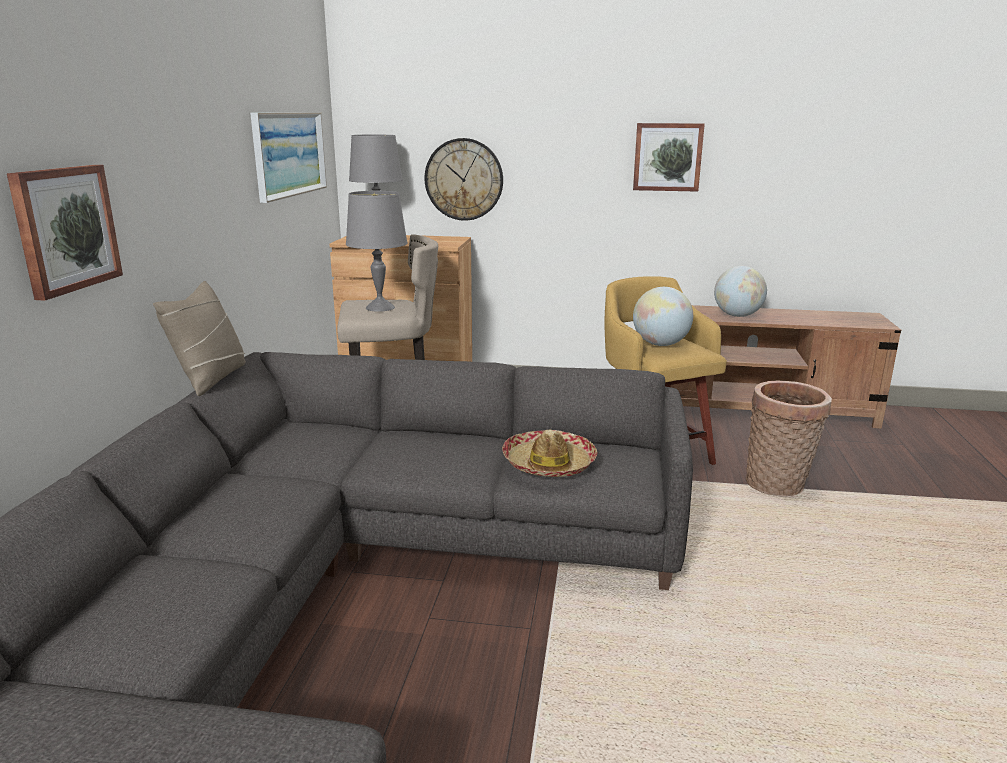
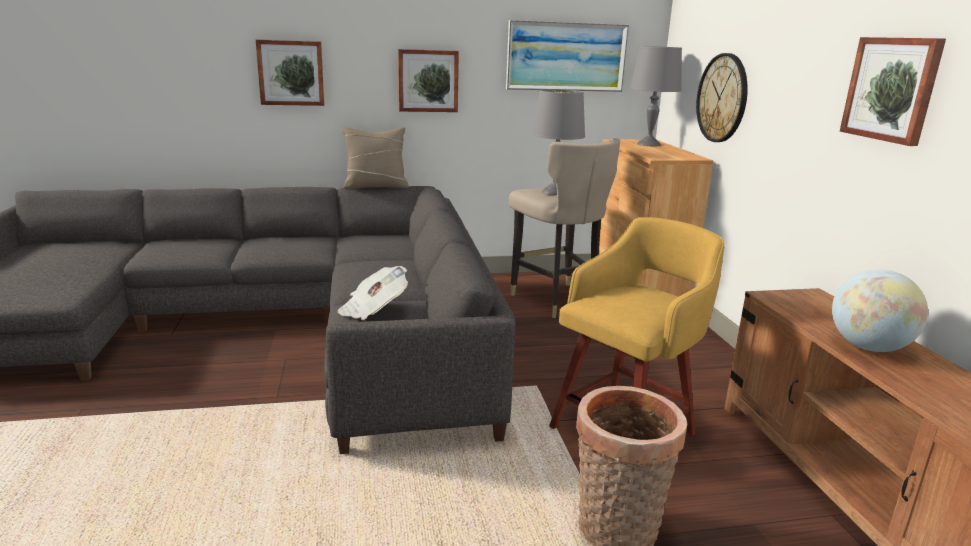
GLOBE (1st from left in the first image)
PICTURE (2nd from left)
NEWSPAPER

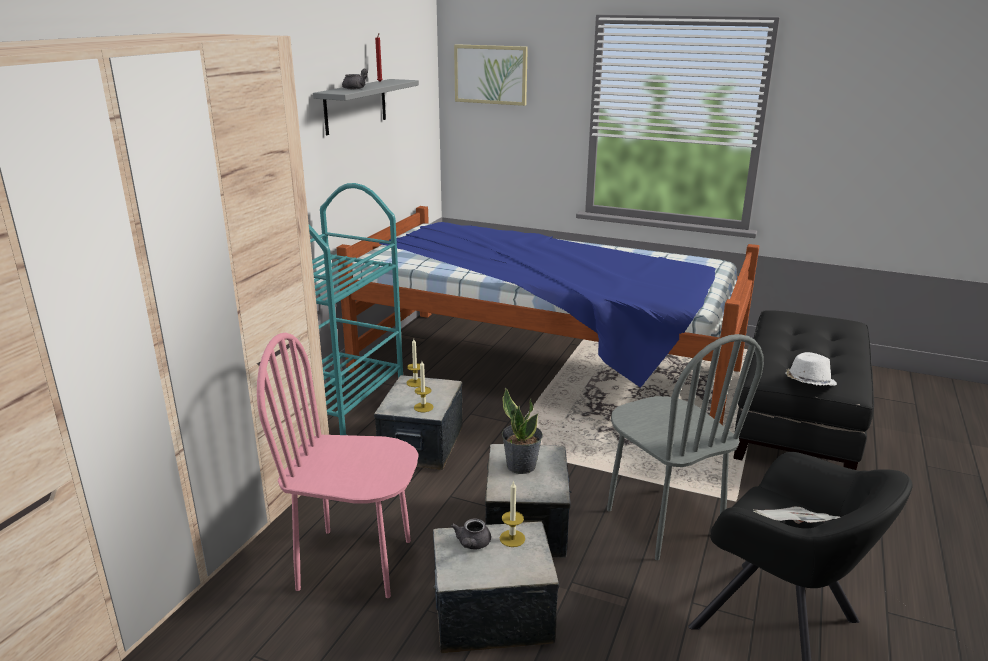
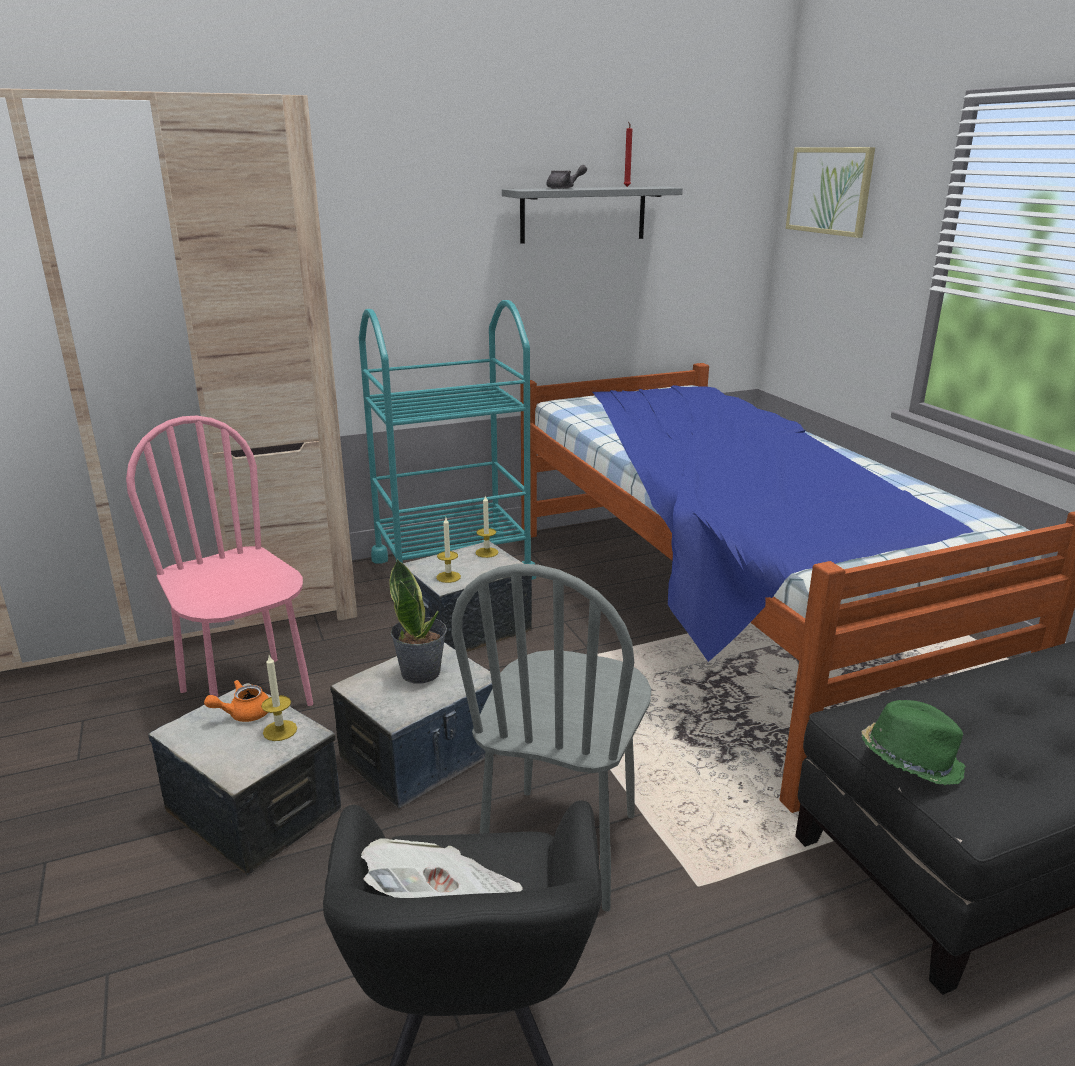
ORANGE TEAPOT
GREEN HAT

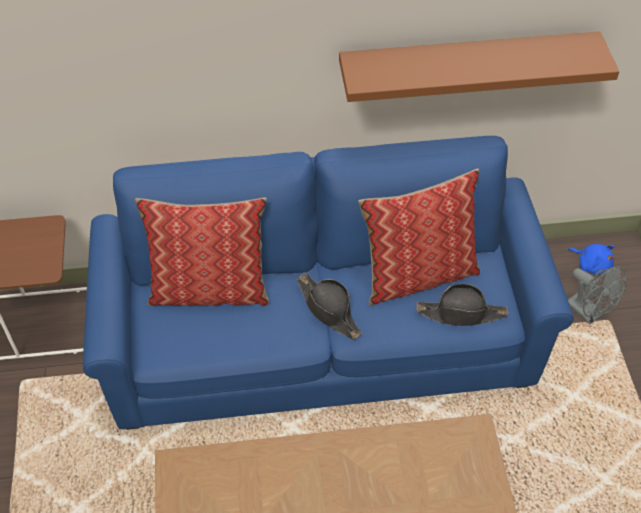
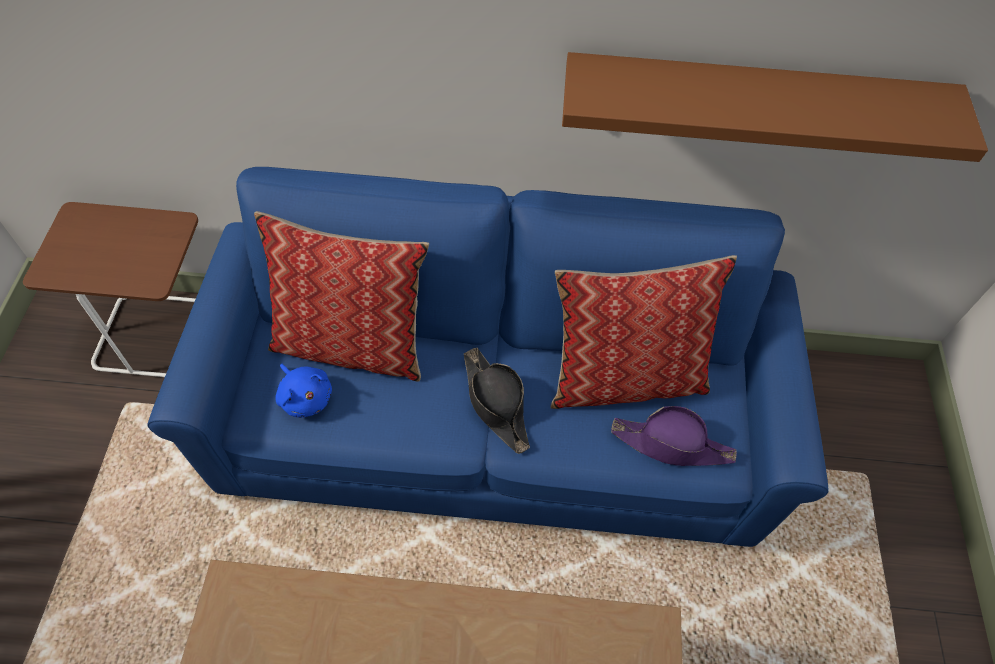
GREY FAN
BLUE PLUSH TOY
PURPLE HAT

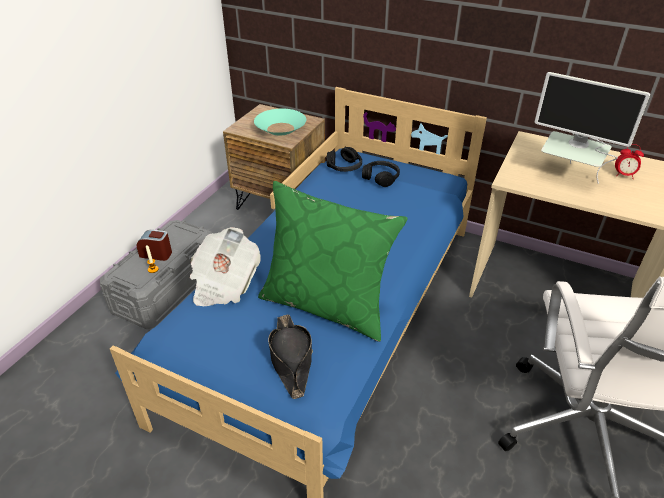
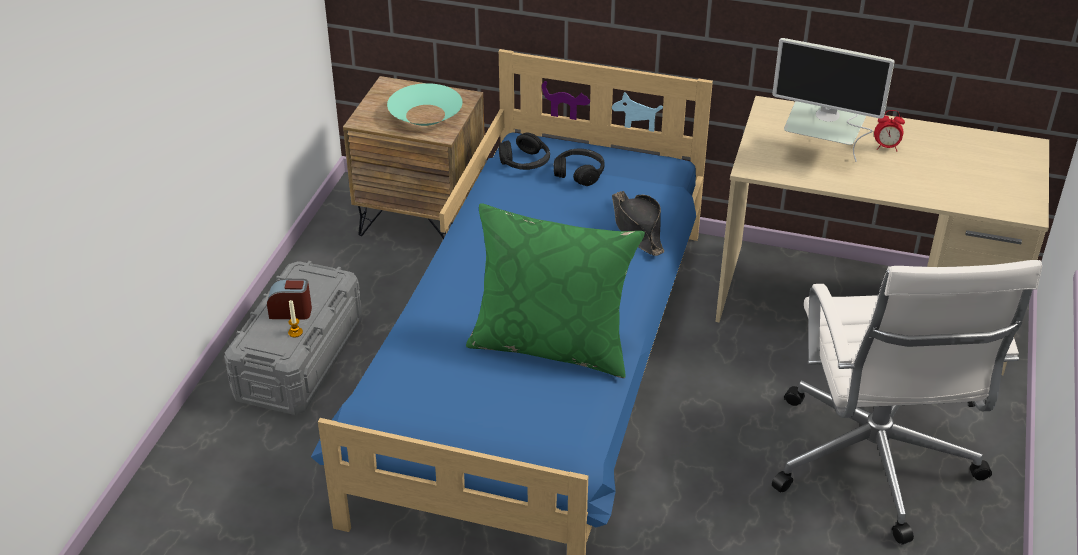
NEWSPAPER
BLACK HAT

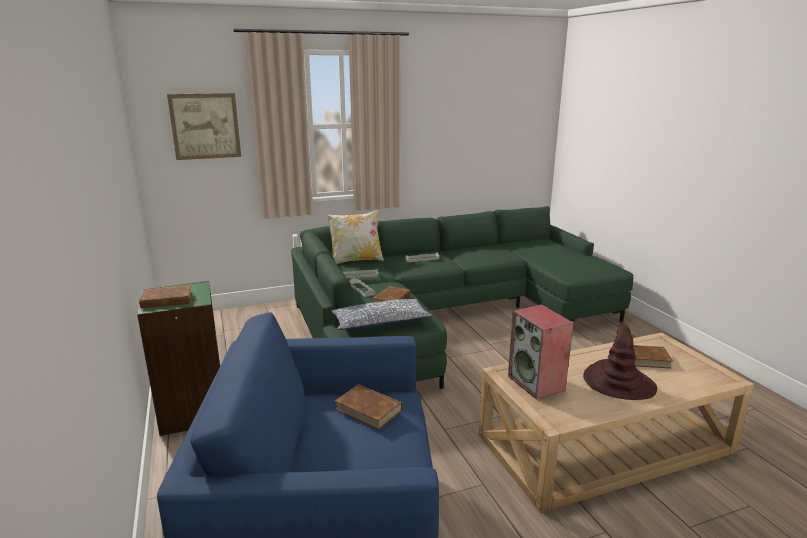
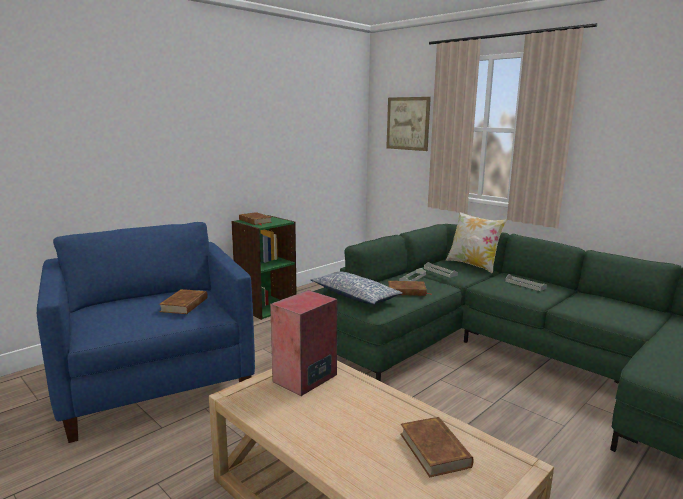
BROWN HAT

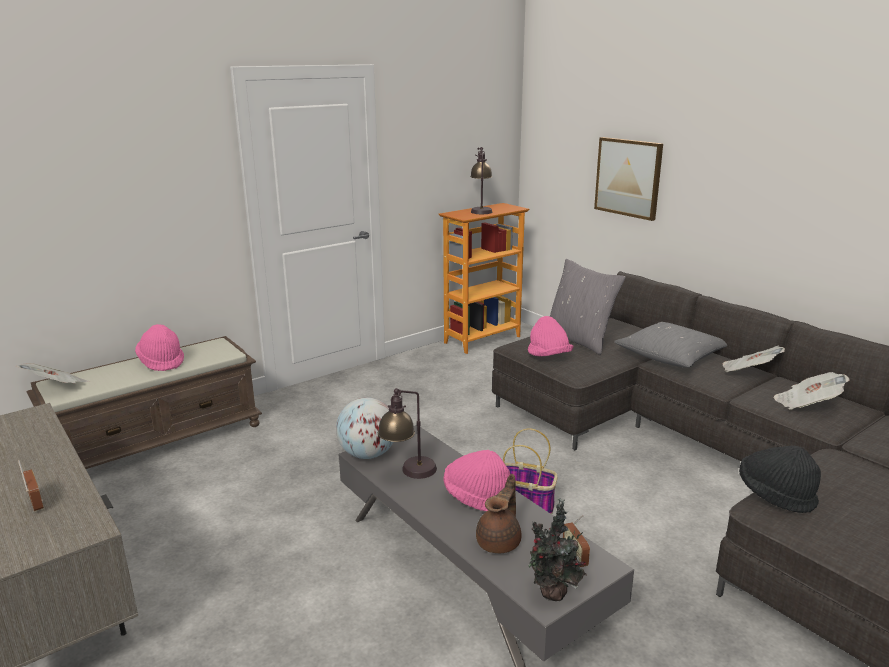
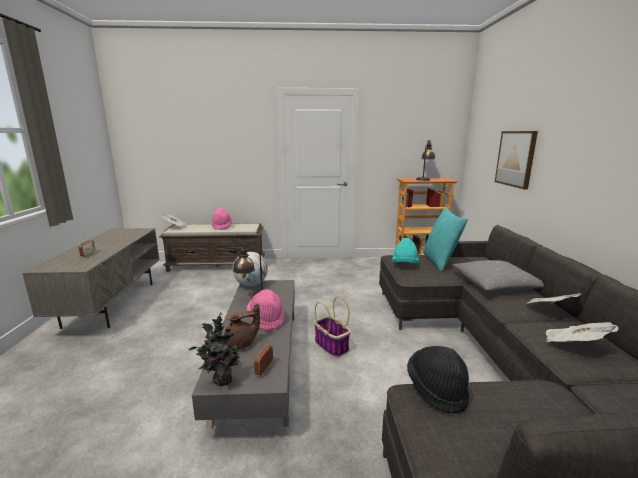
TURQUOISE HAT
TURQUOISE PILLOW

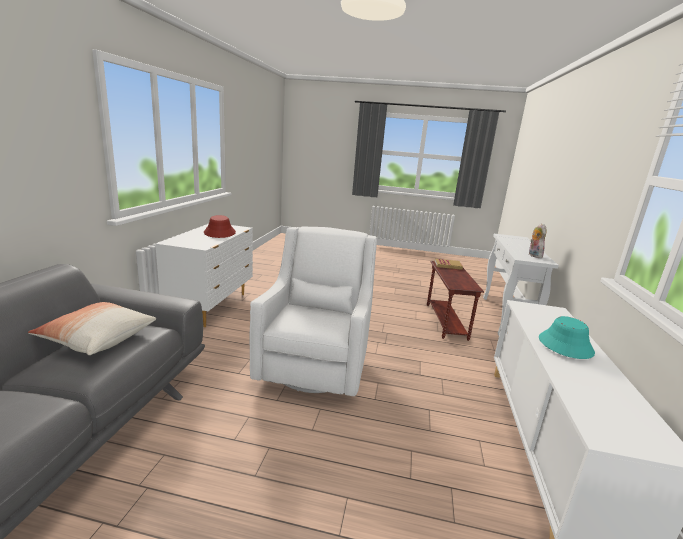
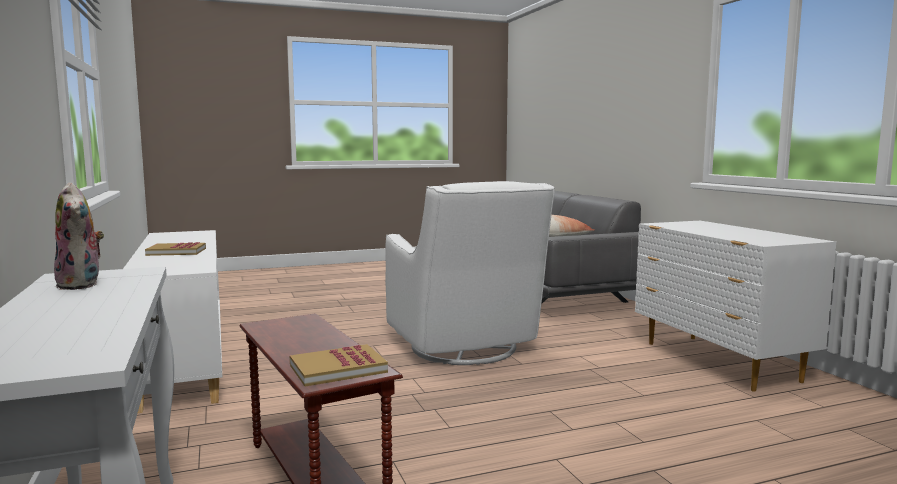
RED HAT
BOOK (1st from left)

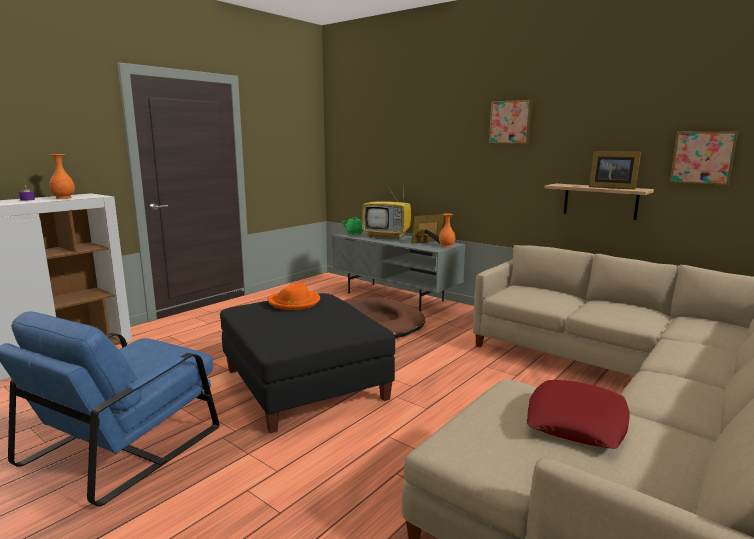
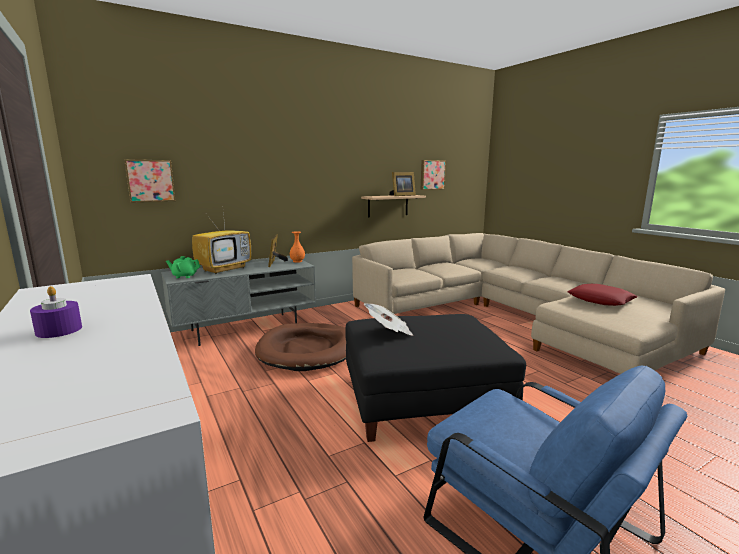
ORANGE VASE (1st from left in the first image)
PICTURE (1st from left)
NEWSPAPER

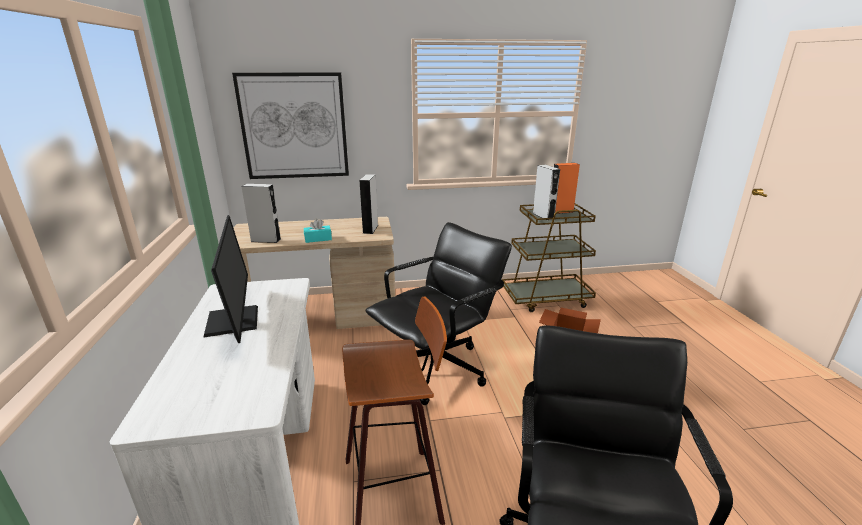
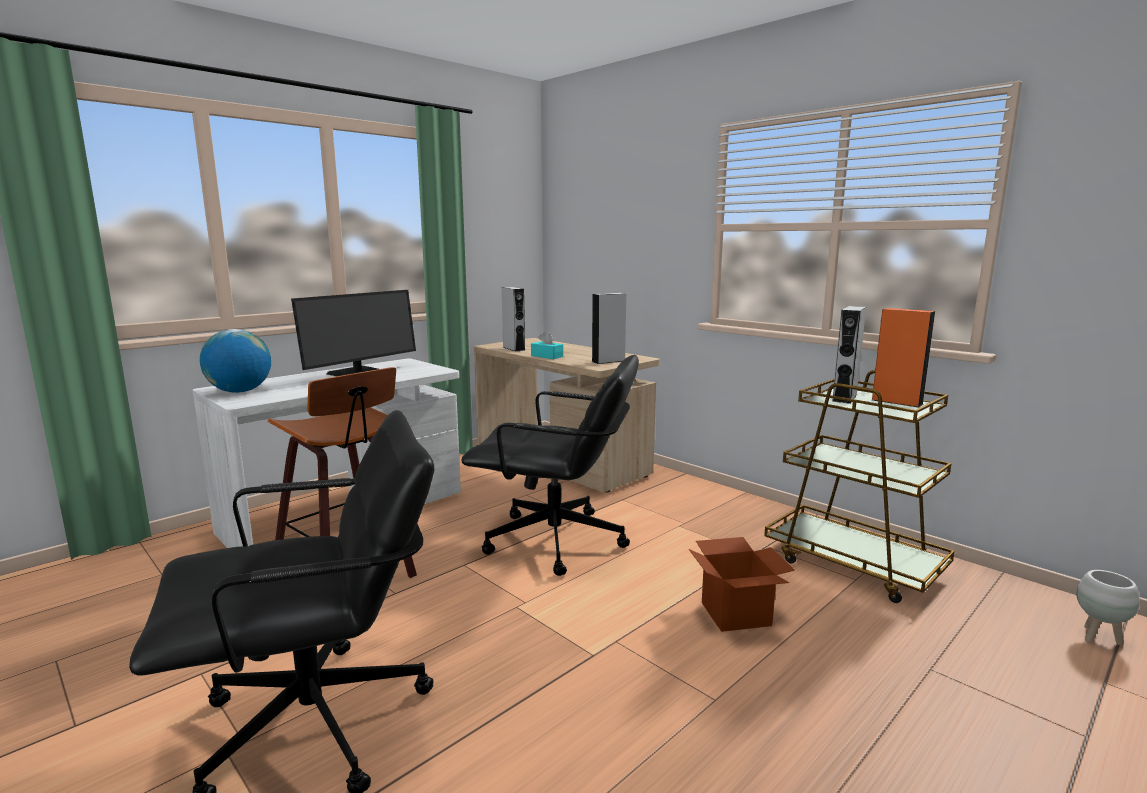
PICTURE
GLOBE
WHITE PLANTER

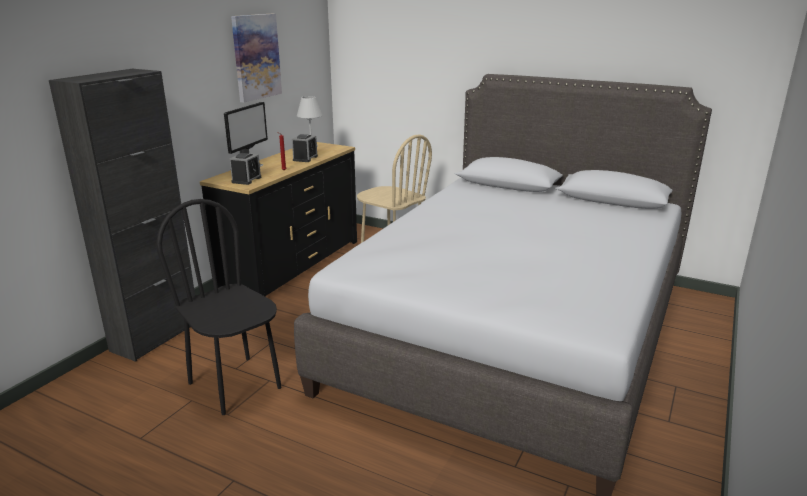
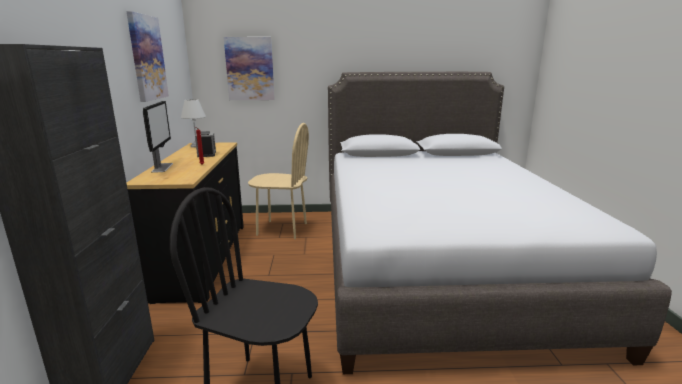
ALARM CLOCK (1st from left in the first image)
PICTURE (2nd from left)

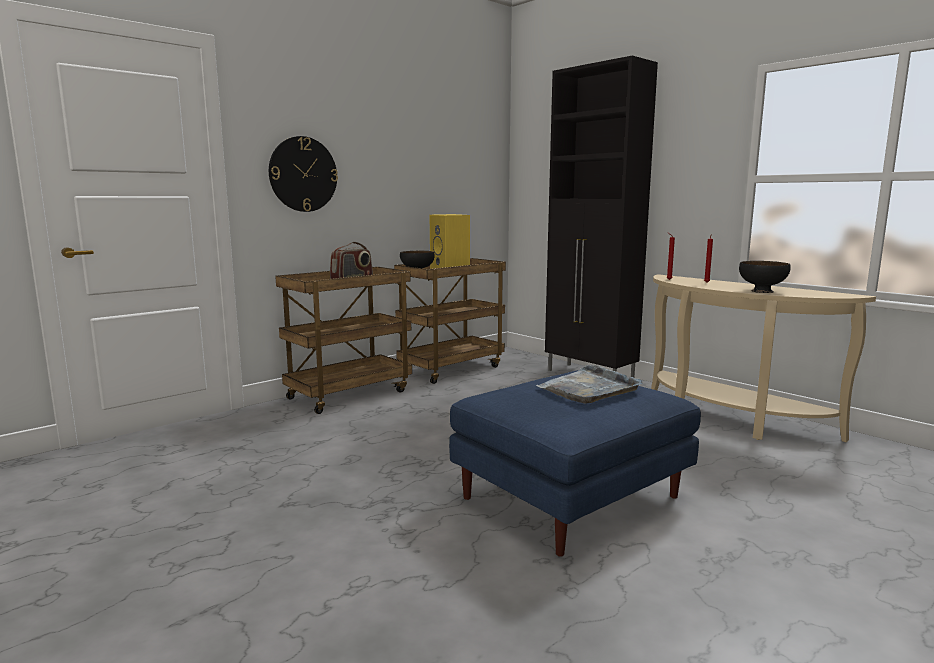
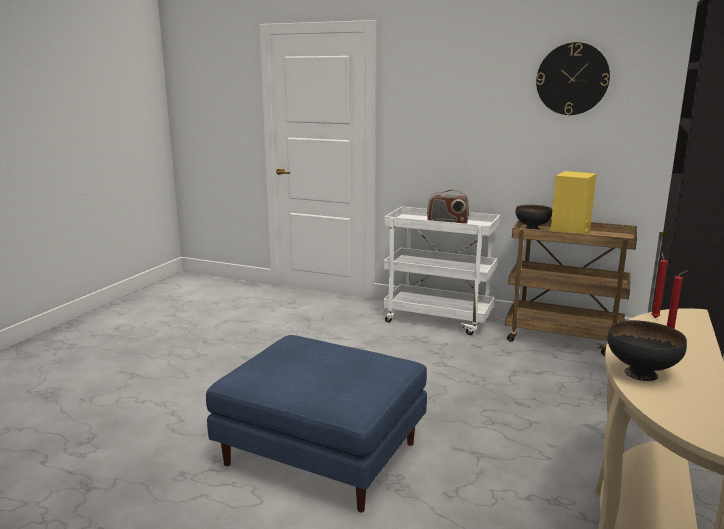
GREY TRAY
WALL CLOCK
WHITE CART

